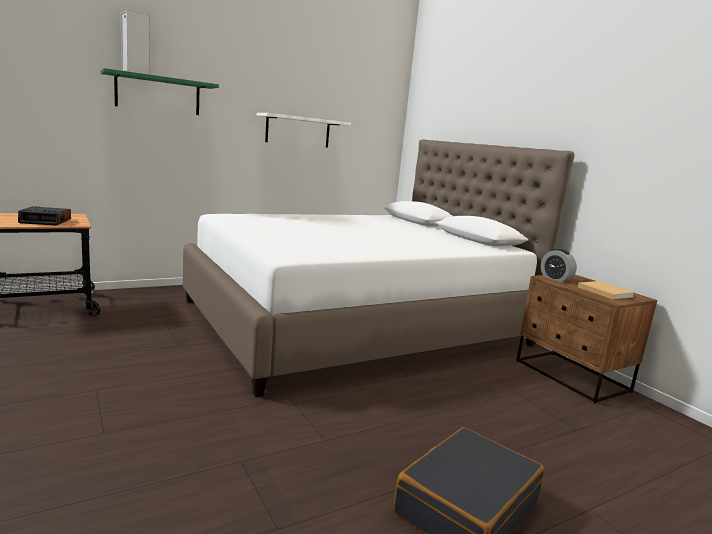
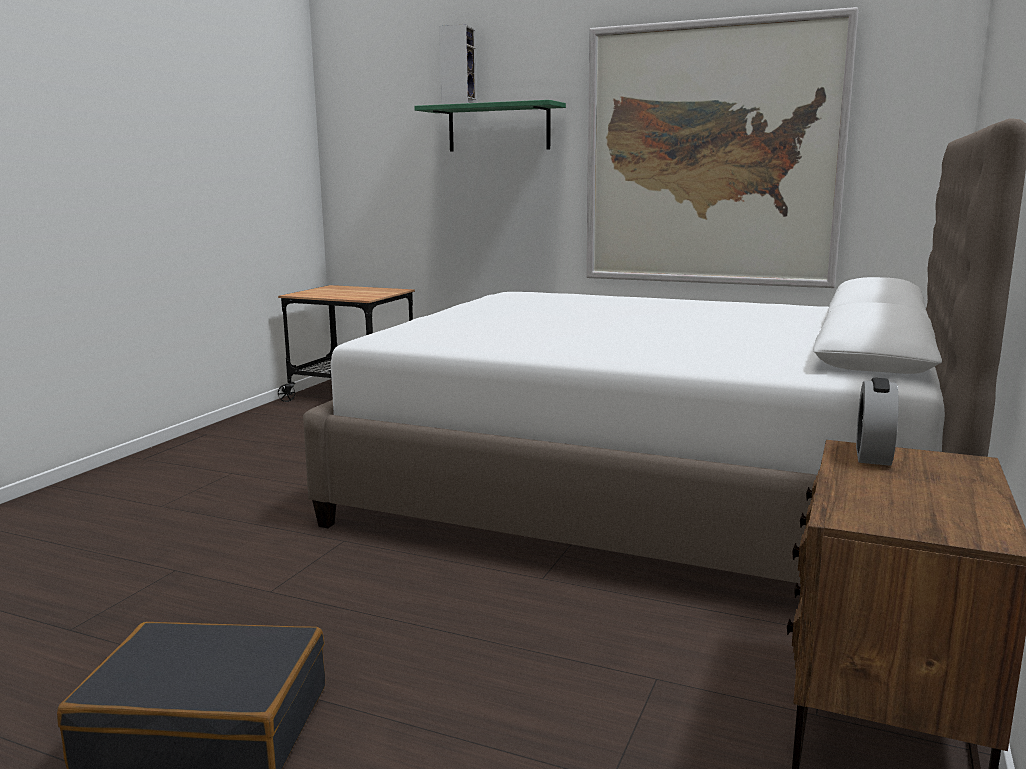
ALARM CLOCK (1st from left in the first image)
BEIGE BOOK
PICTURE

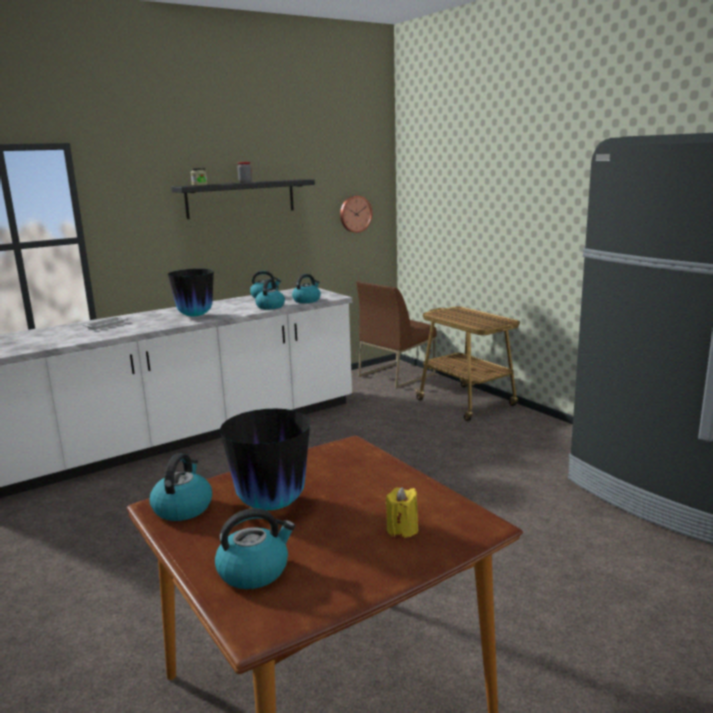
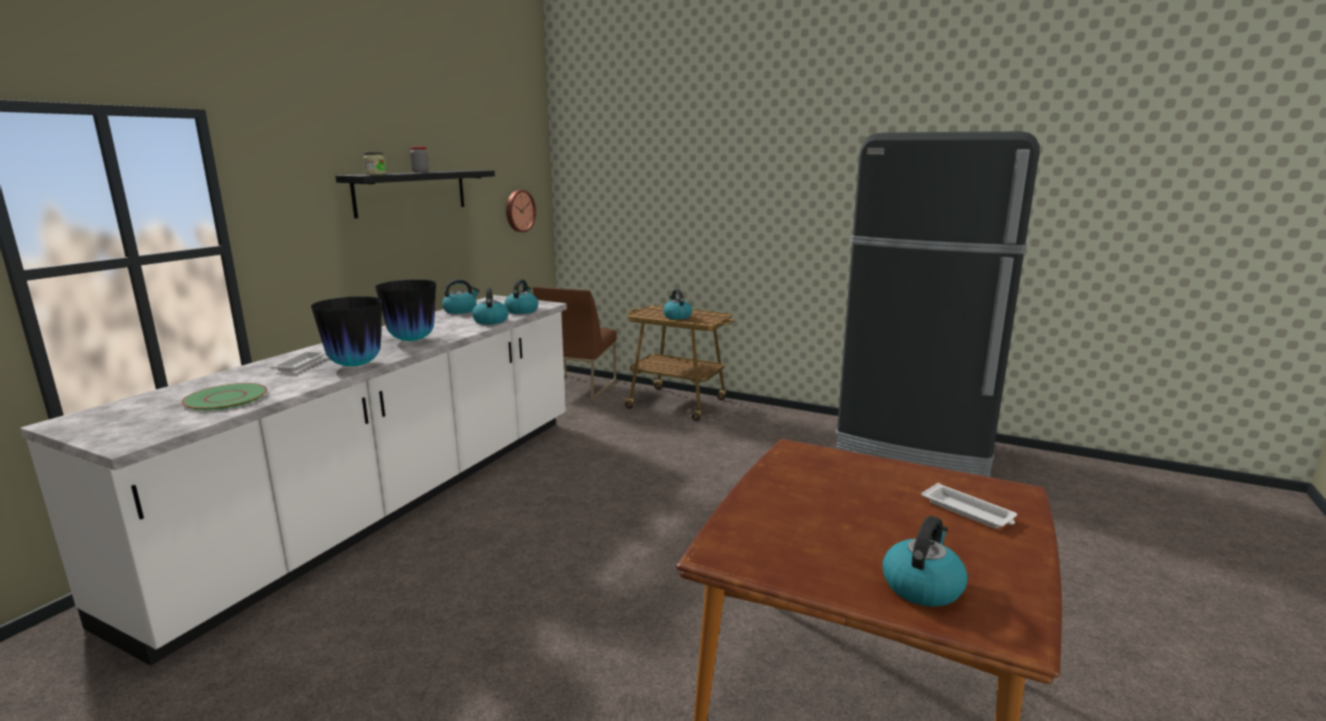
GREEN PLATE
KETTLE (4th from left)
VASE (1st from left)
WHITE TRAY (2nd from left)

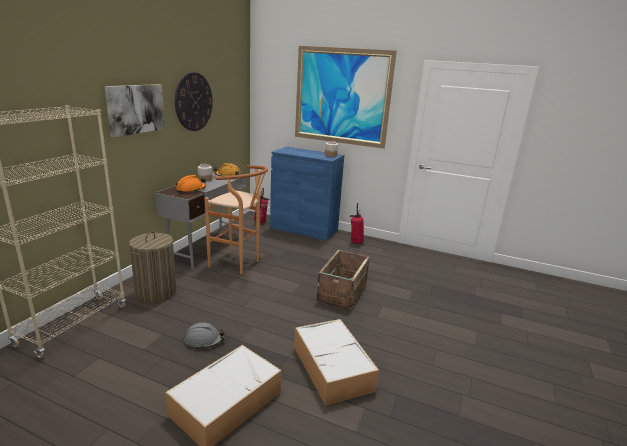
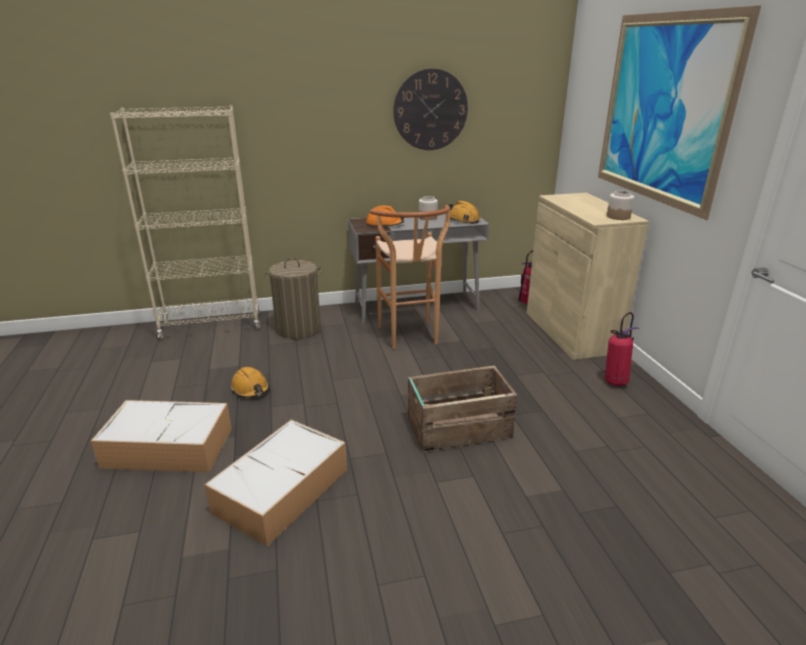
PICTURE (1st from left in the first image)
ORANGE HARD HAT (1st from left)
BEIGE CABINET

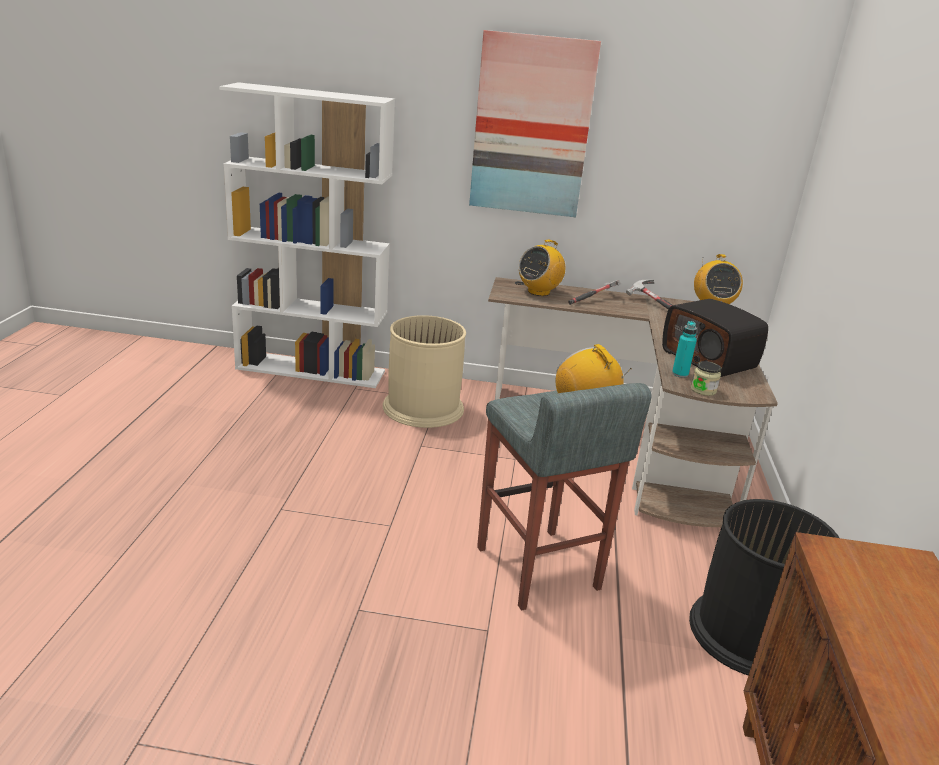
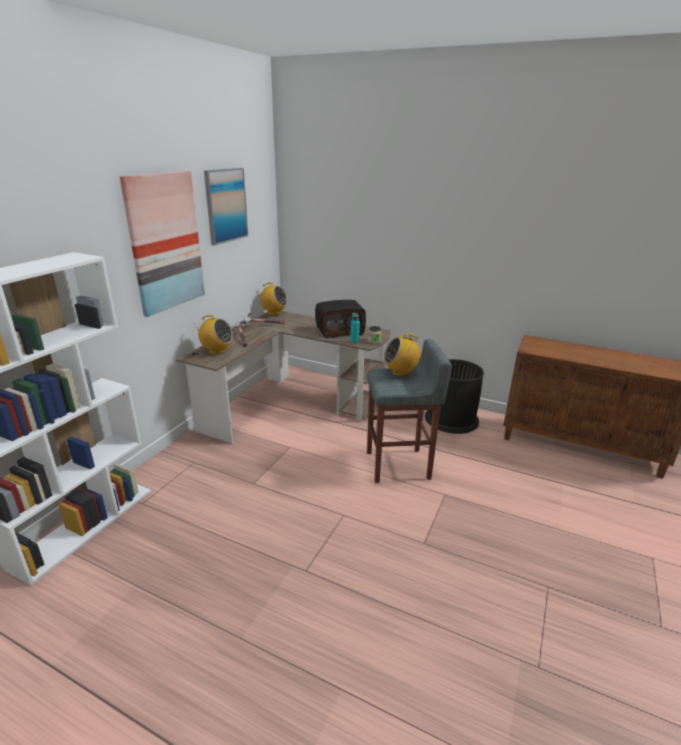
BEIGE TRASH CAN
PICTURE (2nd from left)
RADIO (1st from left)

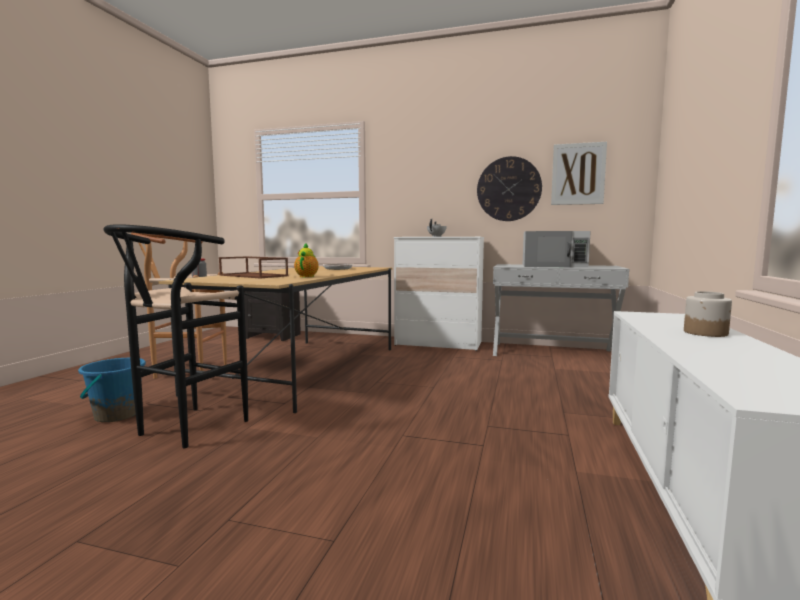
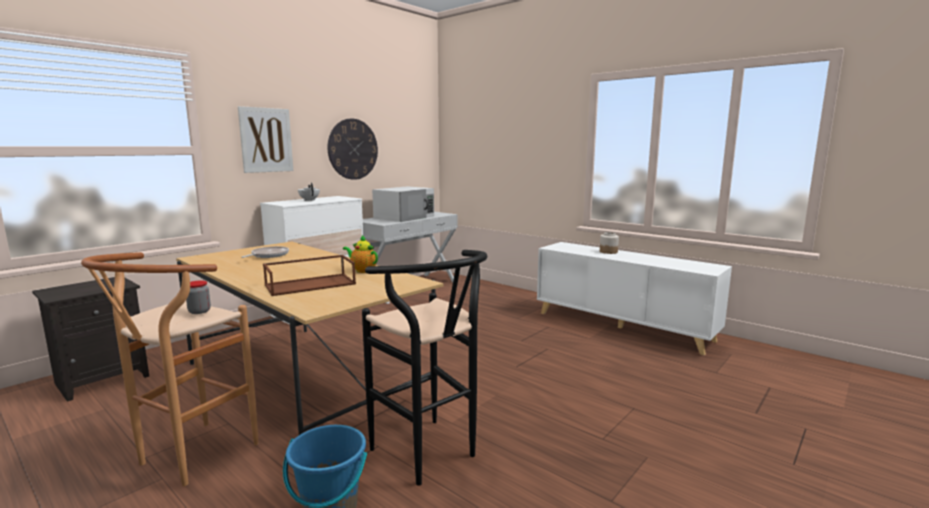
PICTURE

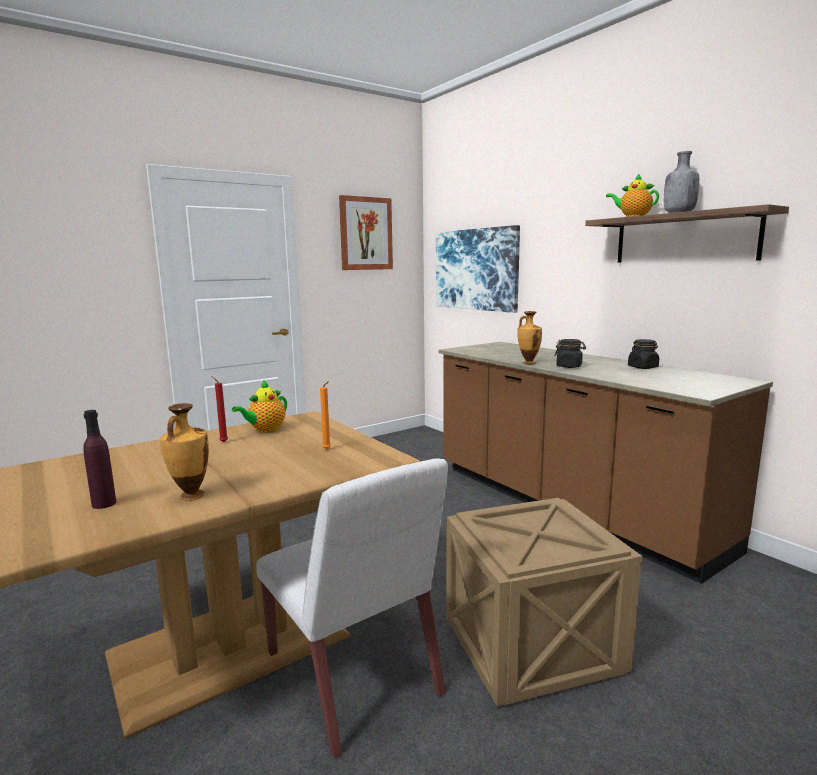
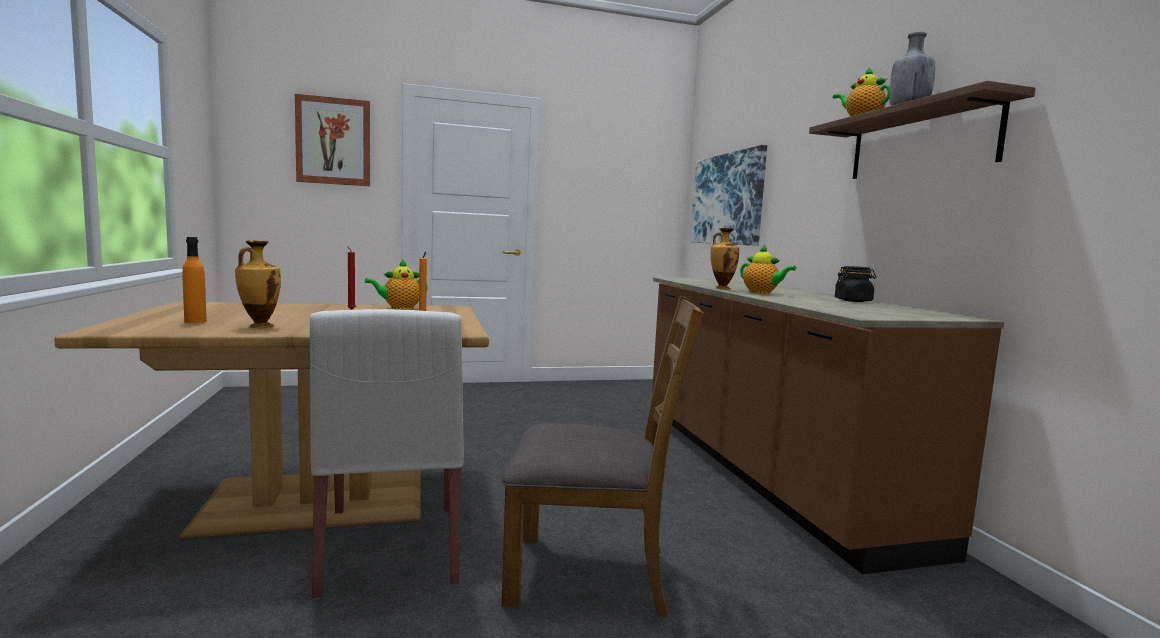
PICTURE (1st from left)
BROWN CHAIR
TEAPOT (2nd from left)
ORANGE BOTTLE

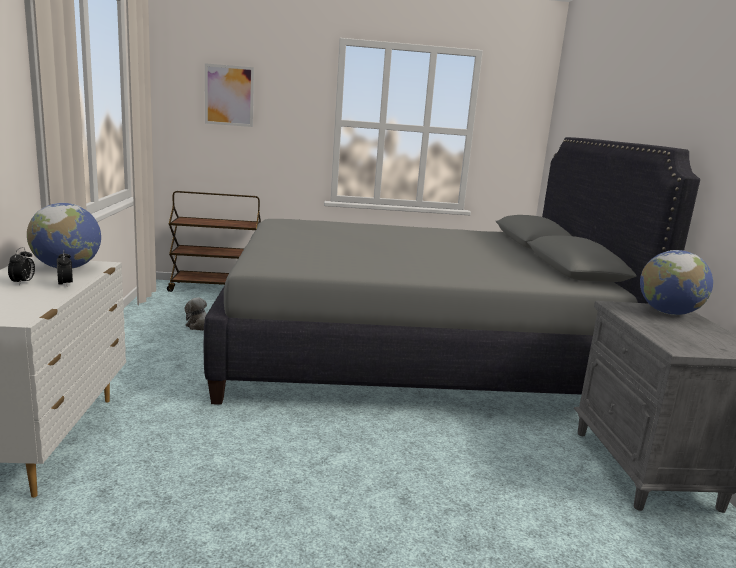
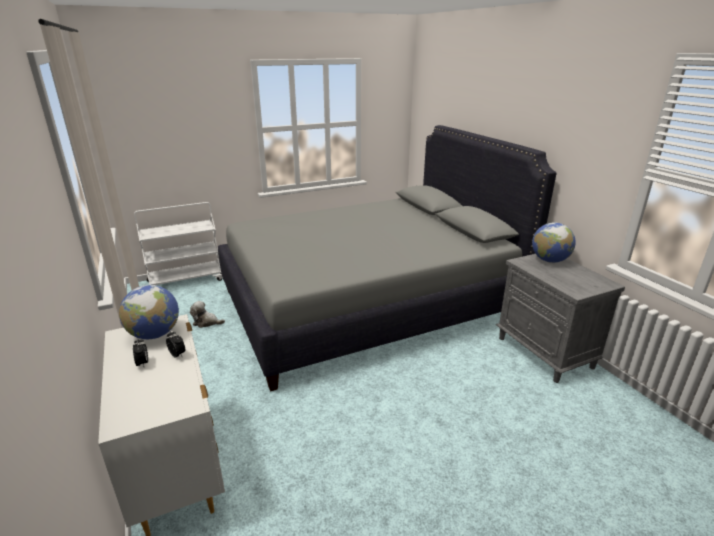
PICTURE
WHITE CART

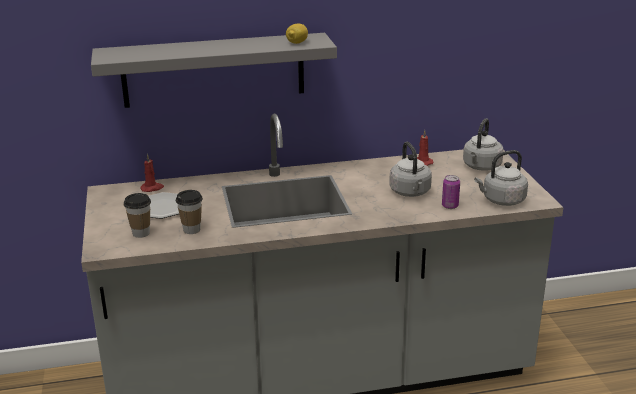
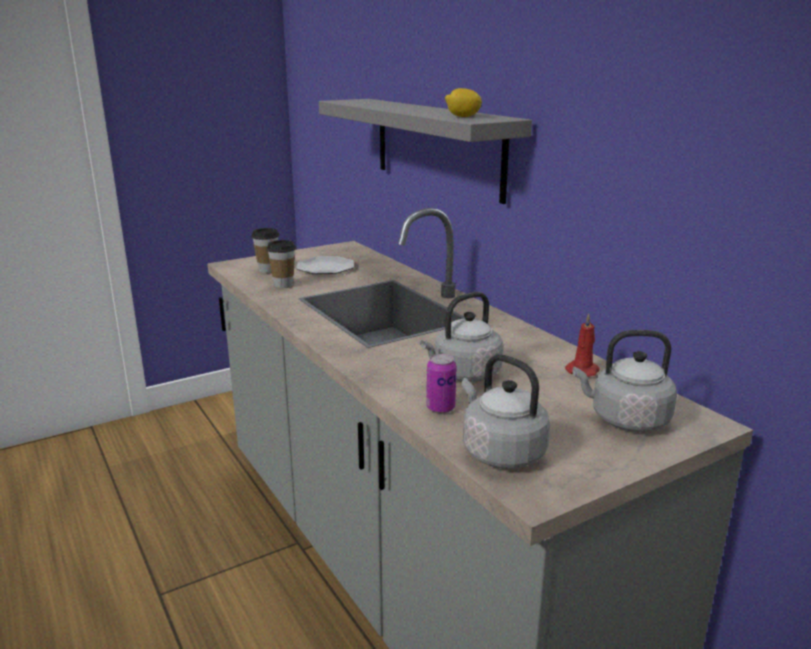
RED CANDLE (1st from left in the first image)

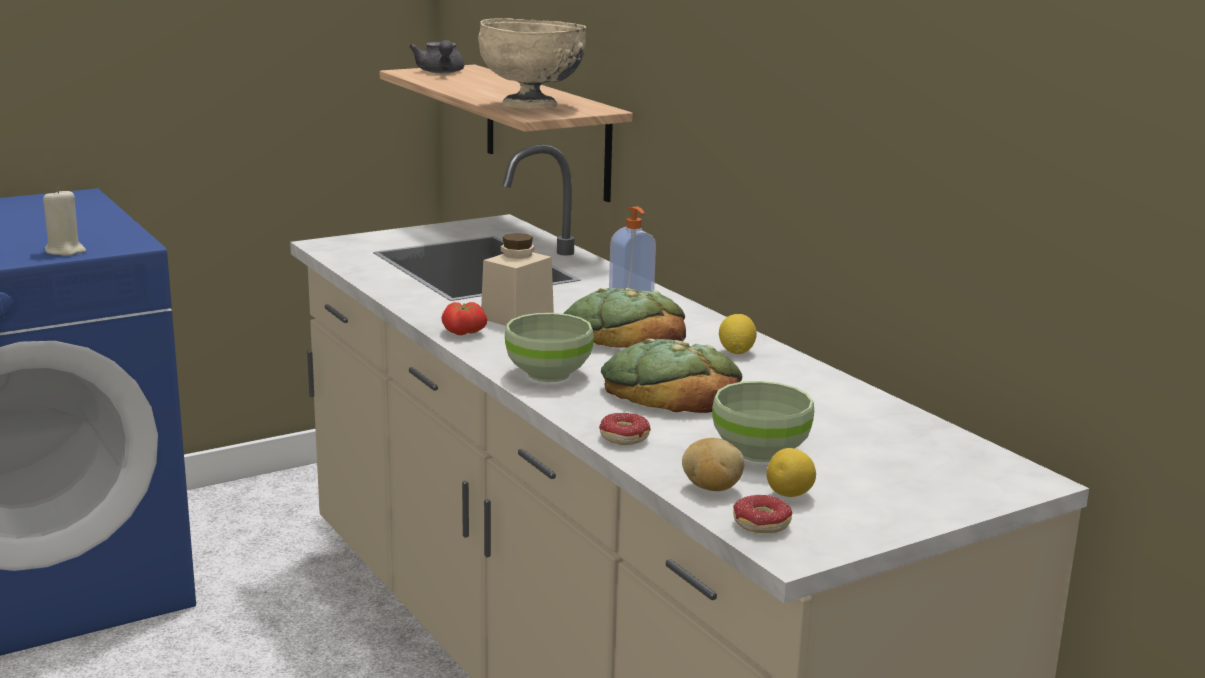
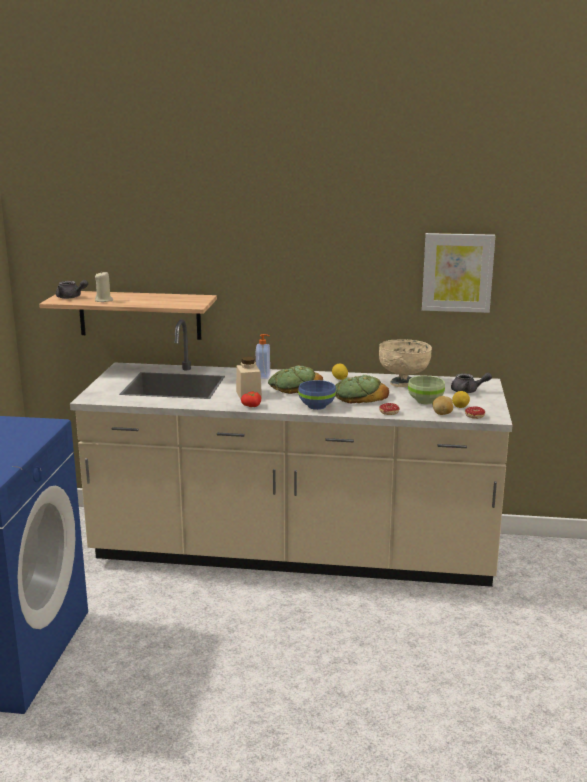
PICTURE
GREY TEAPOT (2nd from left)
BEIGE CANDLE
BEIGE BOWL
BLUE BOWL

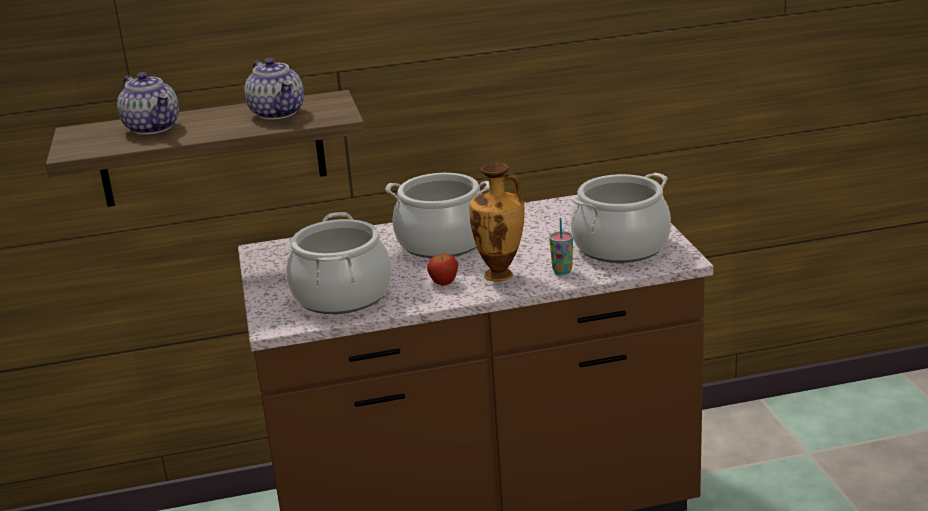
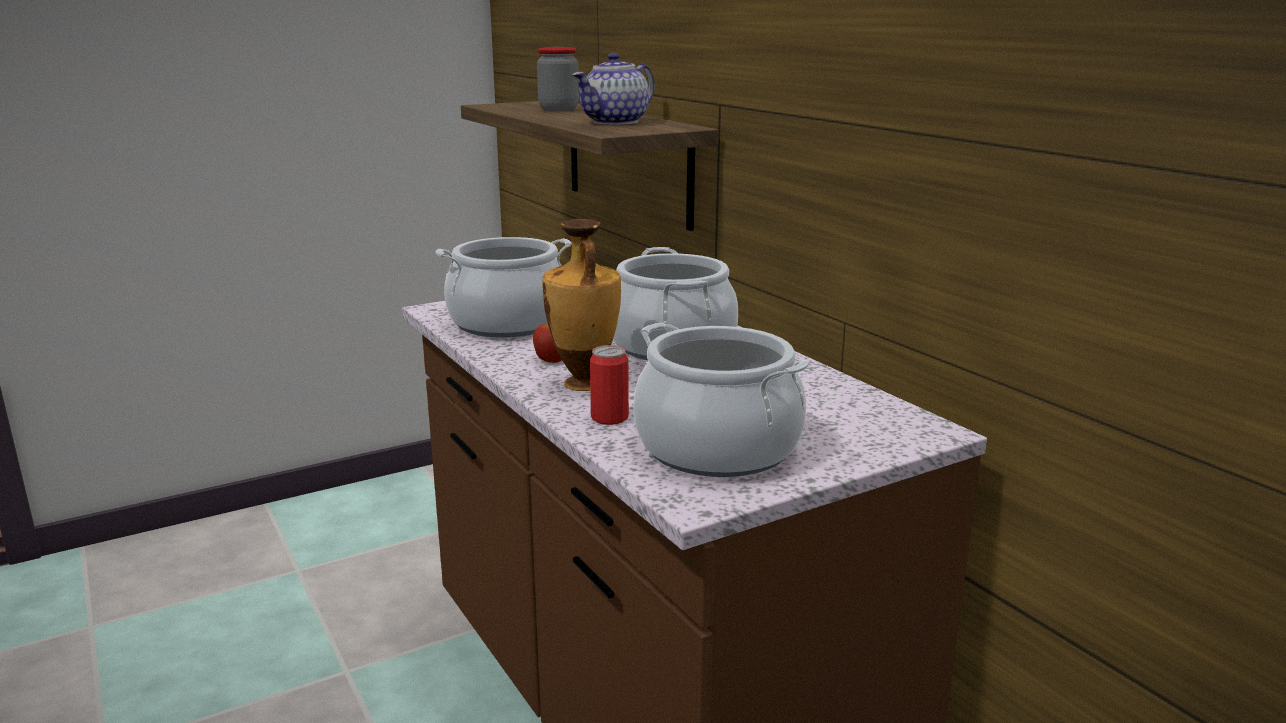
JAR
CAN

